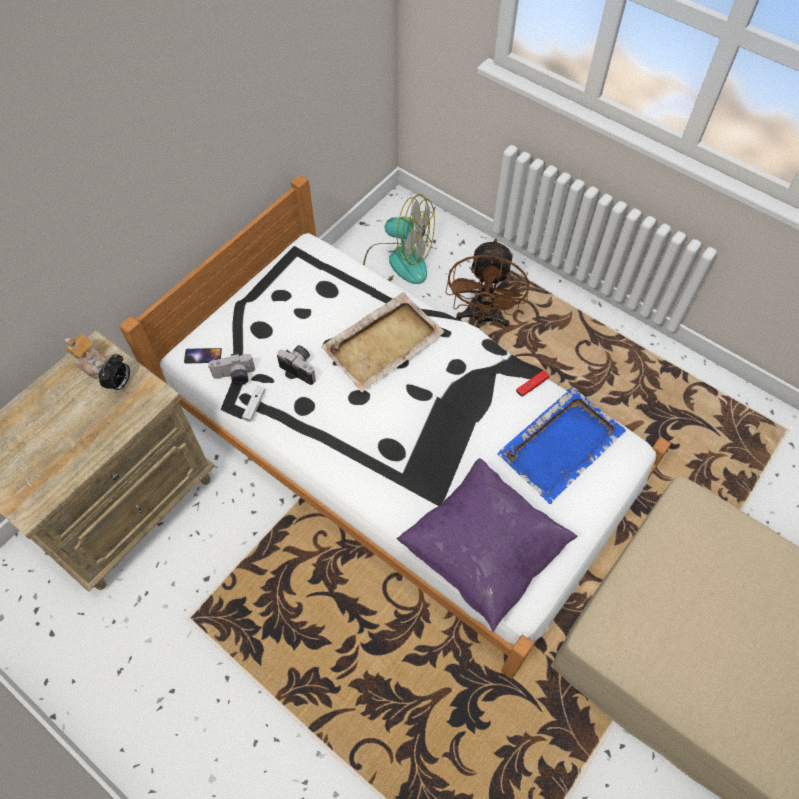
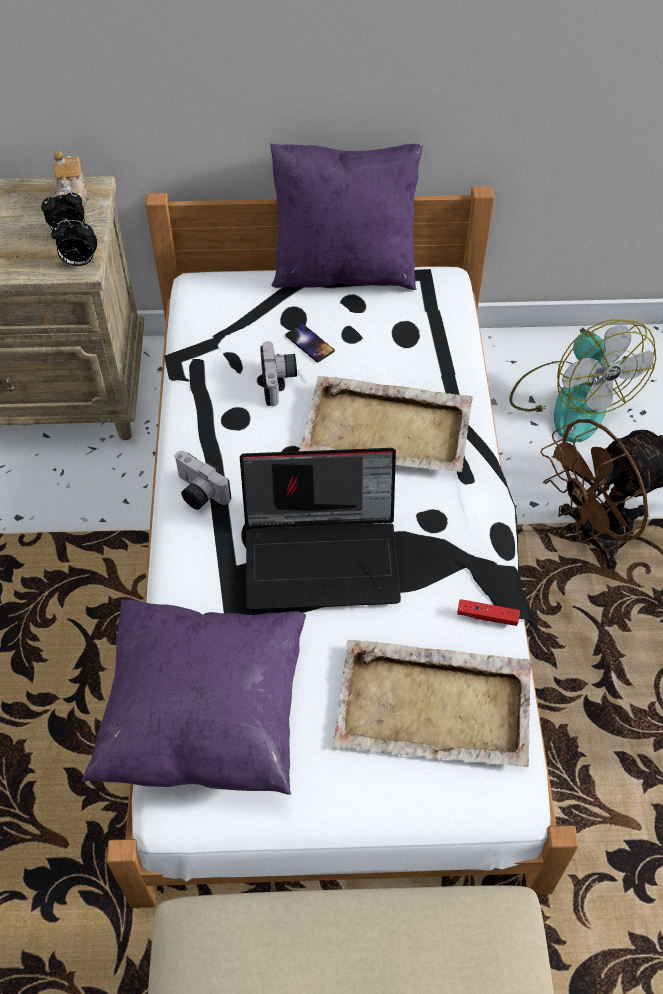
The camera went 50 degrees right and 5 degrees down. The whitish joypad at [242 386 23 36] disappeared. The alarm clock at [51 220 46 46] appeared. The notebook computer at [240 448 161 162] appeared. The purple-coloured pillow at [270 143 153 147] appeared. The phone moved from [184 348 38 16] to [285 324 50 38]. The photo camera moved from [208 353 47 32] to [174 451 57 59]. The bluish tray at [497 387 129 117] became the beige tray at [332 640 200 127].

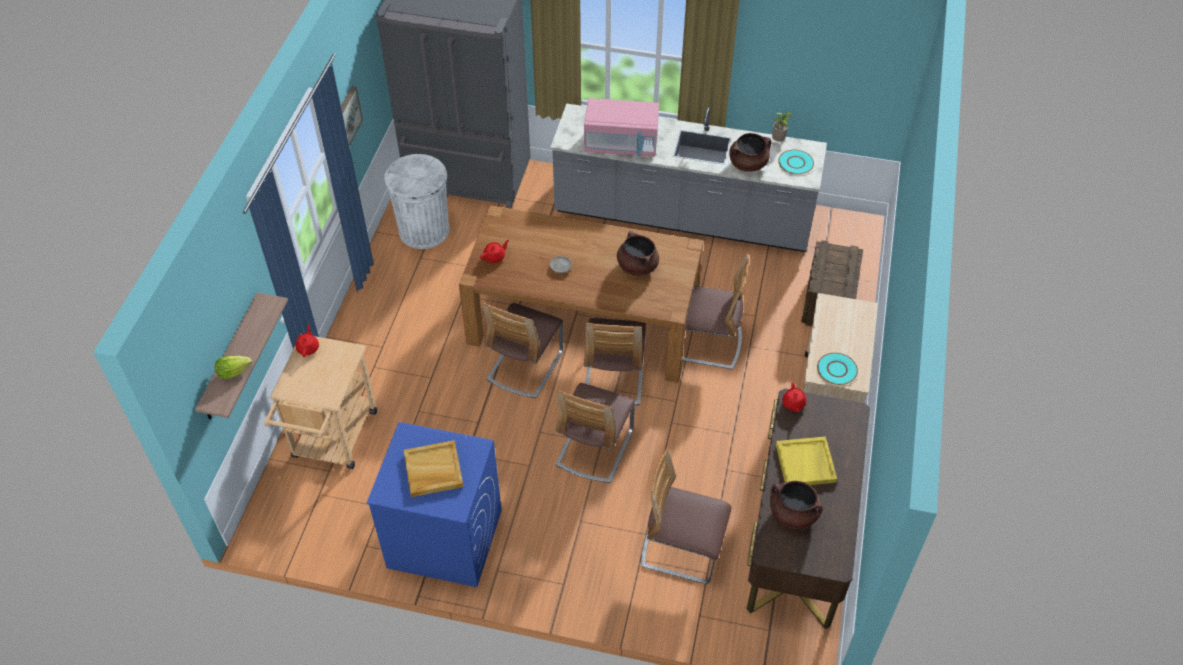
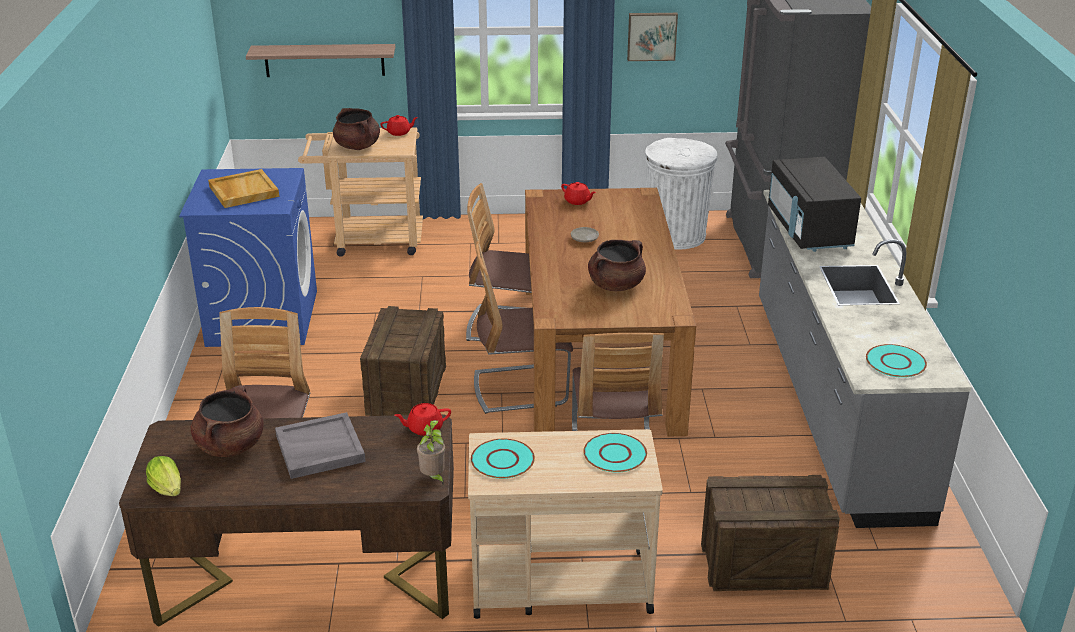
The camera went 75 degrees right and 20 degrees down. The turquoise flat dish at [583 433 64 40] appeared. The lettuce head moved from [215 356 37 23] to [146 456 35 40]. The brown saucepot moved from [729 133 43 39] to [333 108 47 42]. The houseplant moved from [772 112 20 30] to [417 420 28 64]. The upright chair at [555 383 80 100] was replaced by the packing crate at [360 306 86 110]. The pinkish microwave oven at [584 98 75 59] became the black-coloured microwave oven at [768 157 93 95]. The yellow tray at [776 436 61 49] became the grey tray at [275 412 91 67].

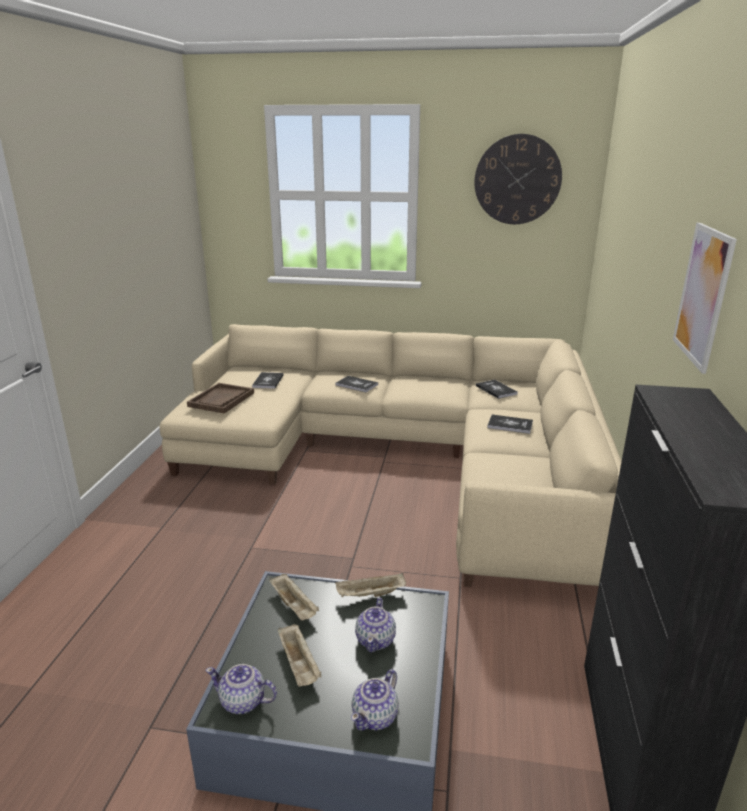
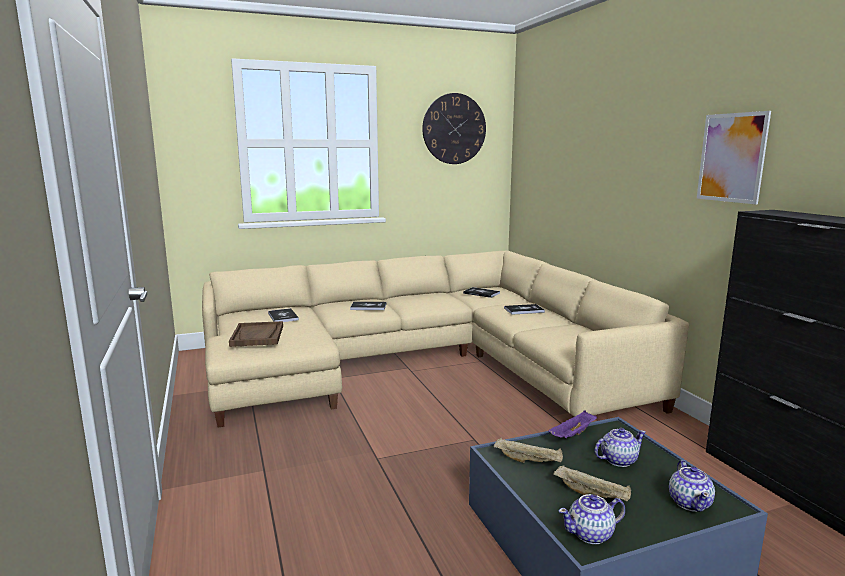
The camera went 30 degrees left and 10 degrees down. The beige tray at [335 573 71 24] became the purple-coloured tray at [548 411 49 27]. The teapot at [355 598 41 54] turned 90 degrees counterclockwise.

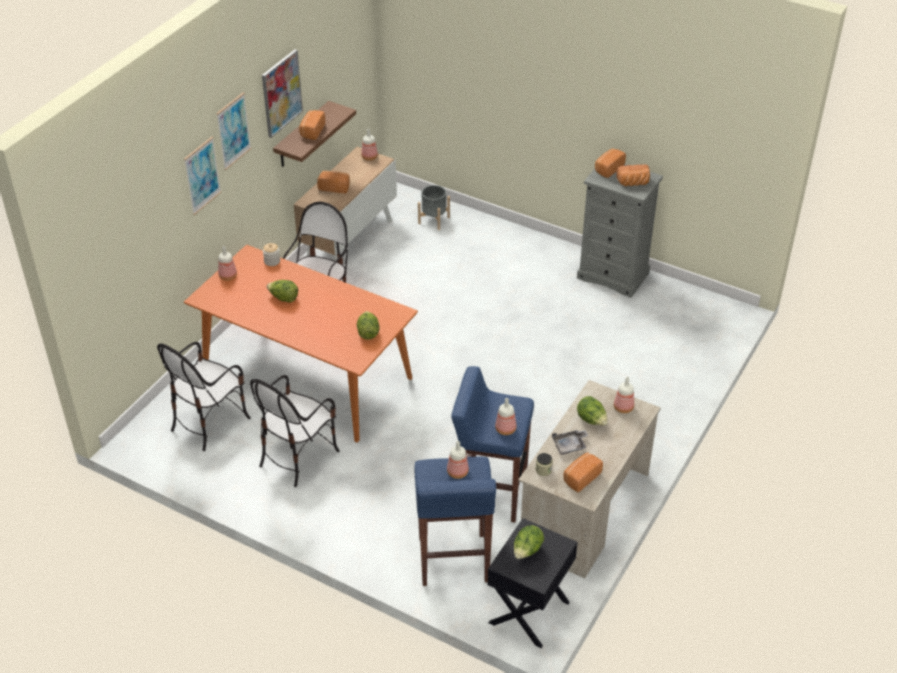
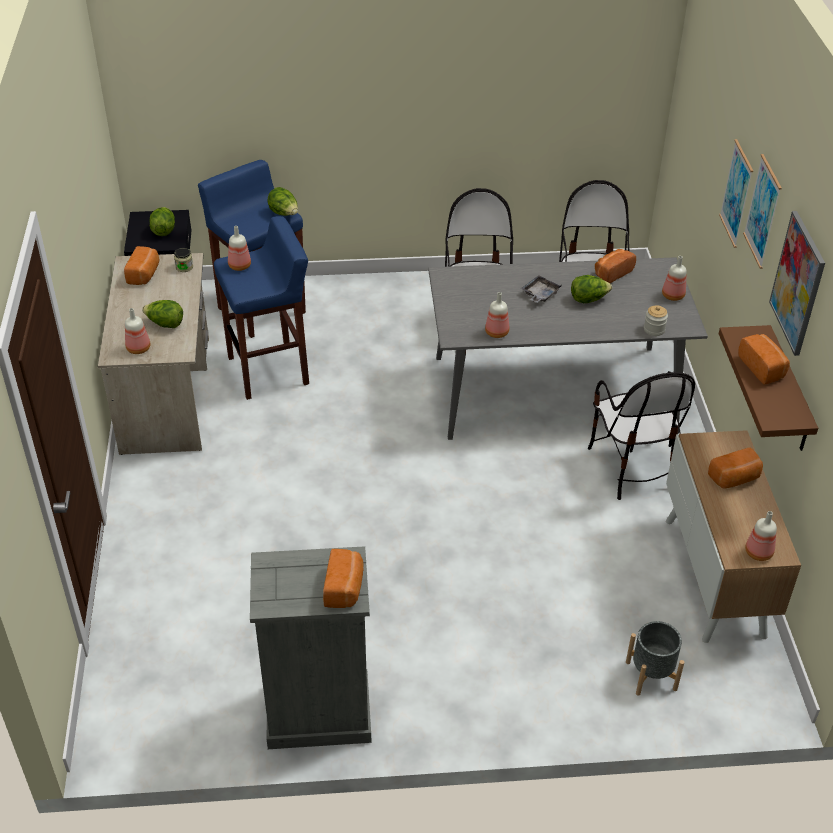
The camera went 145 degrees right and 0 degrees up. The lettuce head moved from [357 311 23 29] to [268 187 30 29]. The beverage bottle moved from [447 441 22 38] to [485 292 24 46]. The grey tray moved from [552 430 36 25] to [521 275 41 28]. The baked bread moved from [616 164 34 22] to [595 249 41 34]. The orange dinner table at [184 245 234 198] became the grey dinner table at [428 257 280 183].

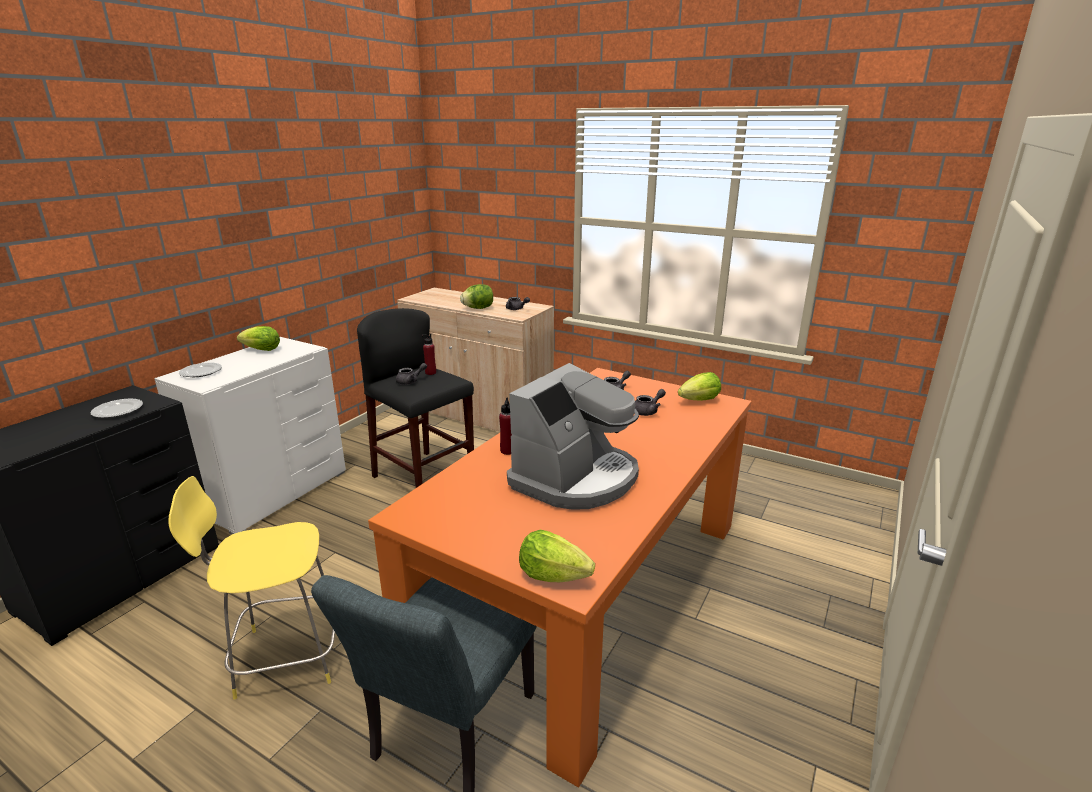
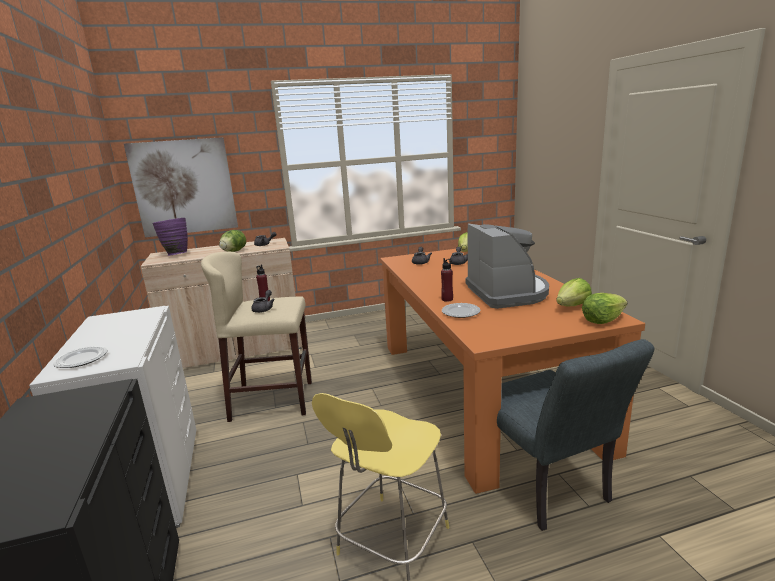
The camera went 45 degrees left and 5 degrees down. The wall art at [124 137 114 100] appeared. The purple-coloured decorative vase at [153 218 35 38] appeared. The flat dish moved from [90 399 53 19] to [442 303 38 15]. The lettuce head moved from [237 326 43 25] to [556 278 36 29]. The black-coloured stool seat at [357 308 117 180] became the beige stool seat at [201 251 111 171].

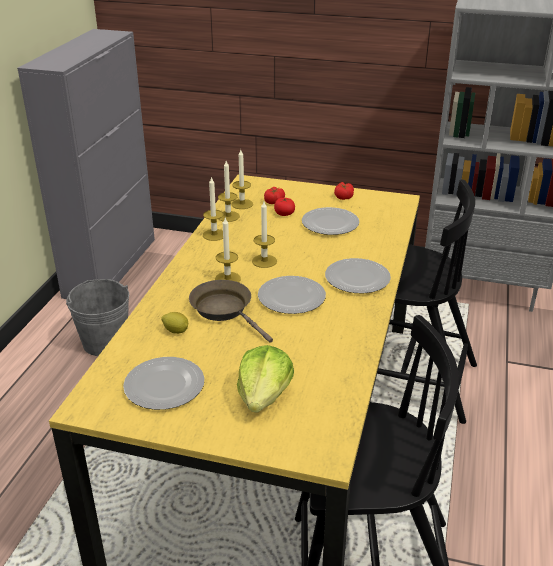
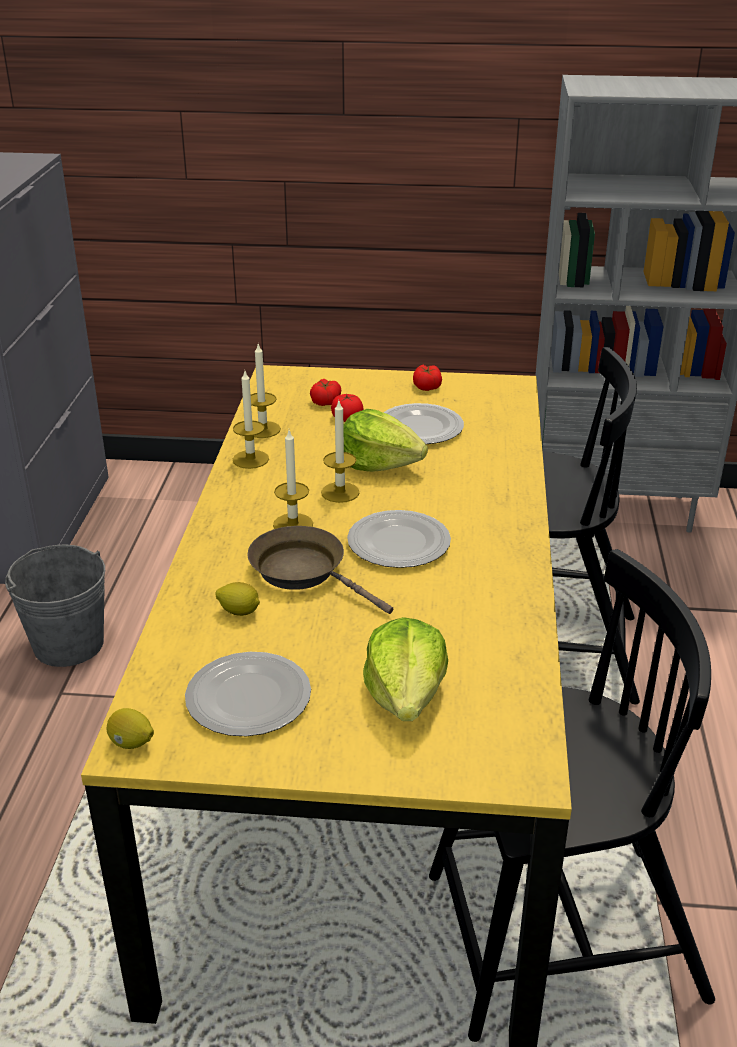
The camera went 10 degrees left and 0 degrees up. The candle at [232 150 21 59] disappeared. The flat dish at [325 258 66 35] disappeared. The lemon at [107 708 47 41] appeared. The lettuce head at [343 409 85 63] appeared.

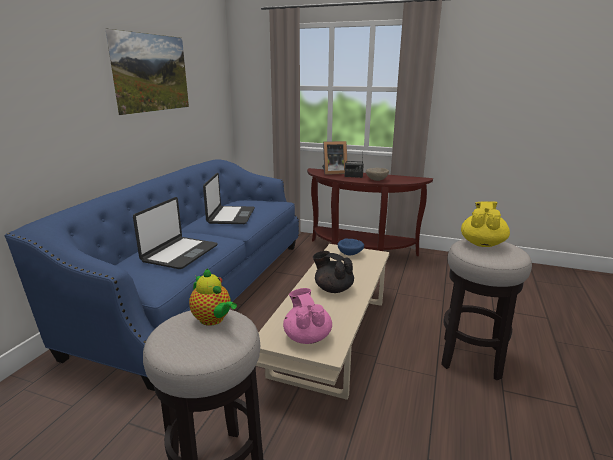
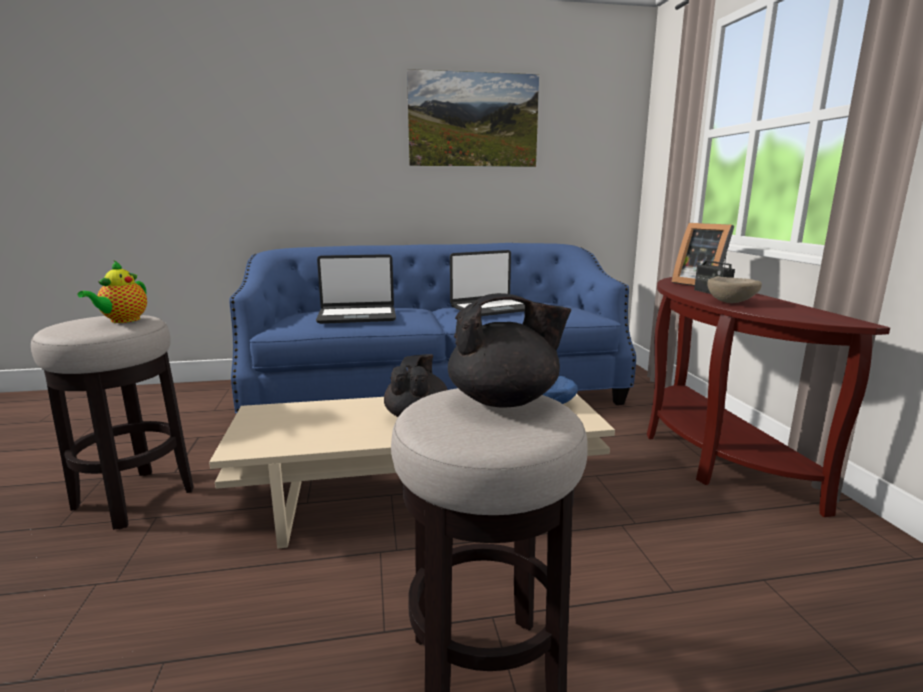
The camera went 60 degrees right and 5 degrees down. The pinkish teapot at [283 288 49 56] disappeared. The yellow teapot at [461 201 49 46] became the black-coloured teapot at [448 293 123 115].

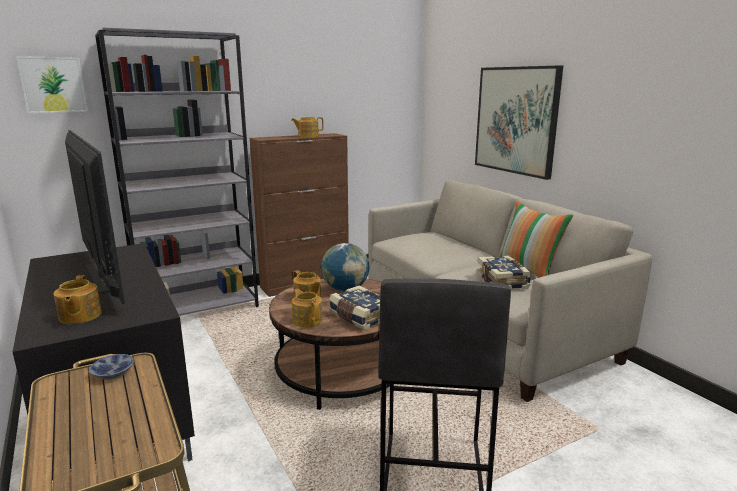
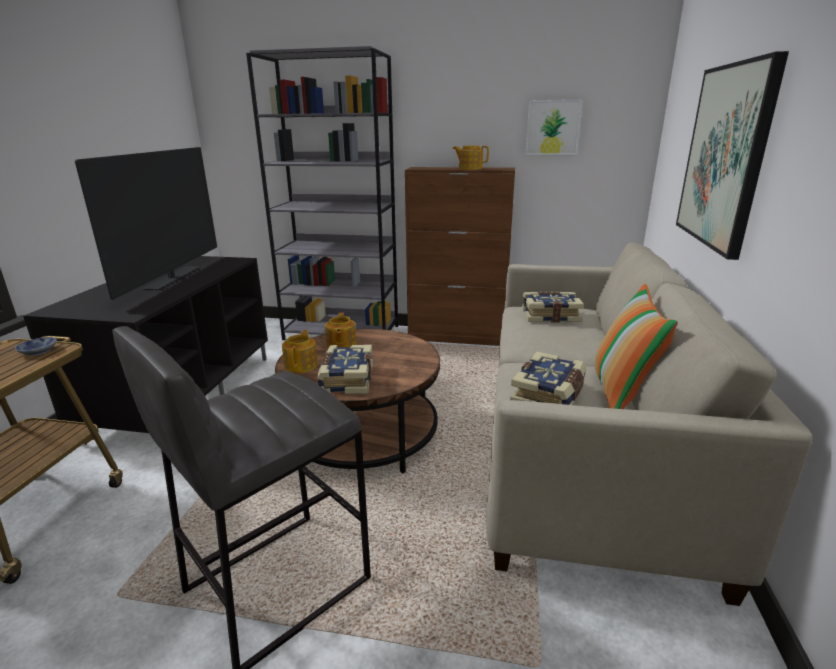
The camera went 40 degrees right and 5 degrees up. The teapot at [53 275 49 49] disappeared. The desk globe at [321 243 48 48] disappeared. The book at [522 292 62 31] appeared. The wall art moved from [16 56 72 57] to [526 100 57 55].

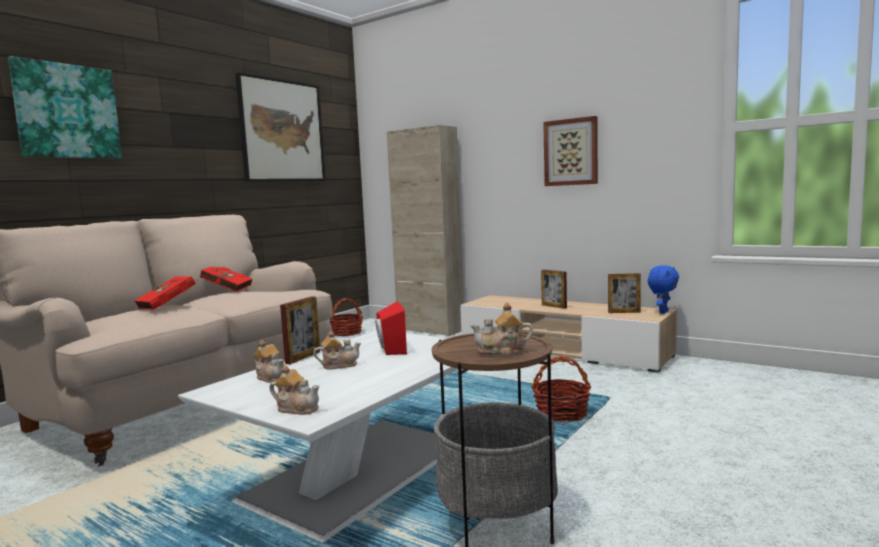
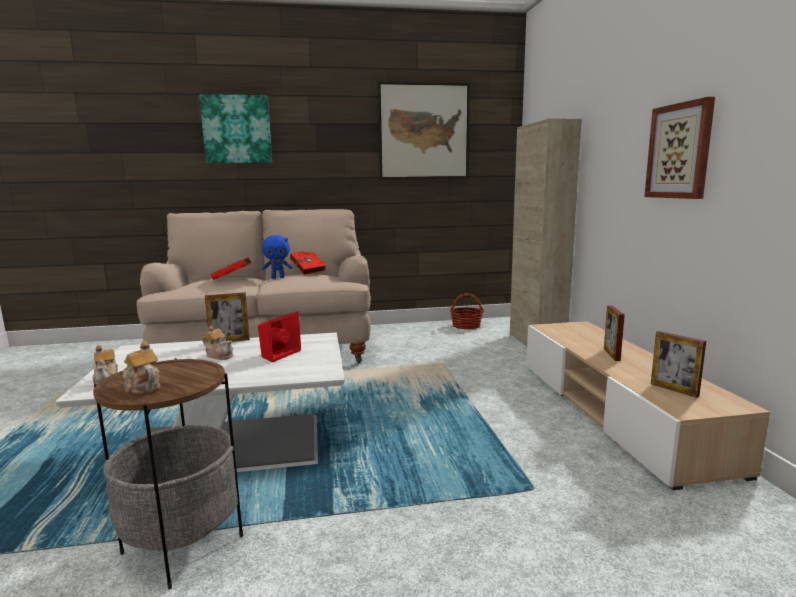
The camera went 45 degrees right and 5 degrees up. The teapot at [253 340 32 43] disappeared. The household basket at [531 356 60 67] disappeared. The bluish plush toy moved from [648 265 31 49] to [262 235 31 43].

